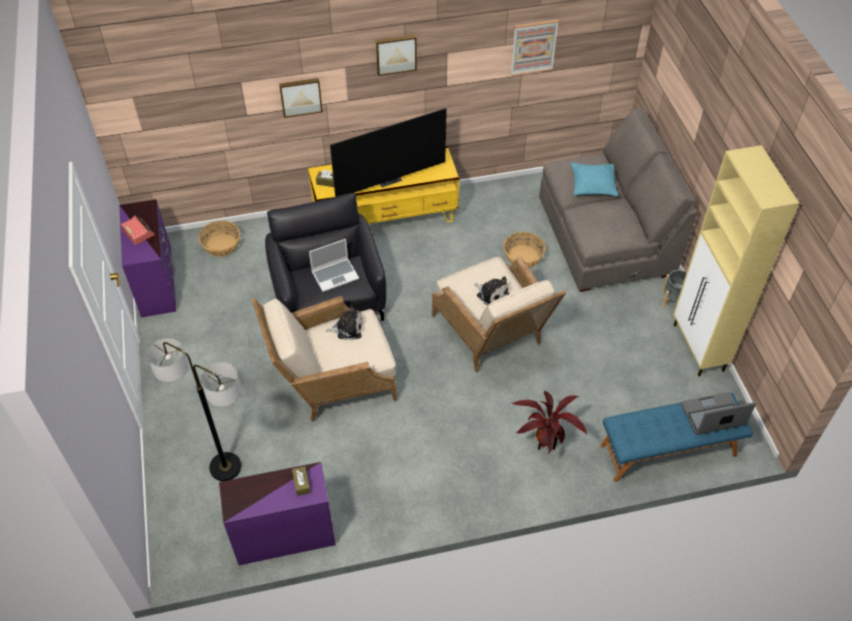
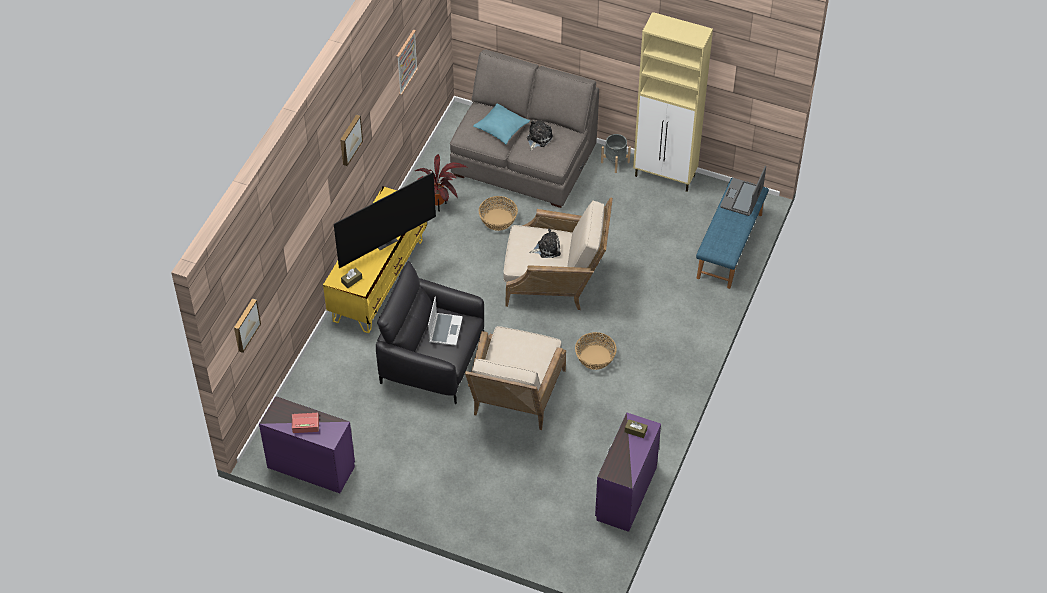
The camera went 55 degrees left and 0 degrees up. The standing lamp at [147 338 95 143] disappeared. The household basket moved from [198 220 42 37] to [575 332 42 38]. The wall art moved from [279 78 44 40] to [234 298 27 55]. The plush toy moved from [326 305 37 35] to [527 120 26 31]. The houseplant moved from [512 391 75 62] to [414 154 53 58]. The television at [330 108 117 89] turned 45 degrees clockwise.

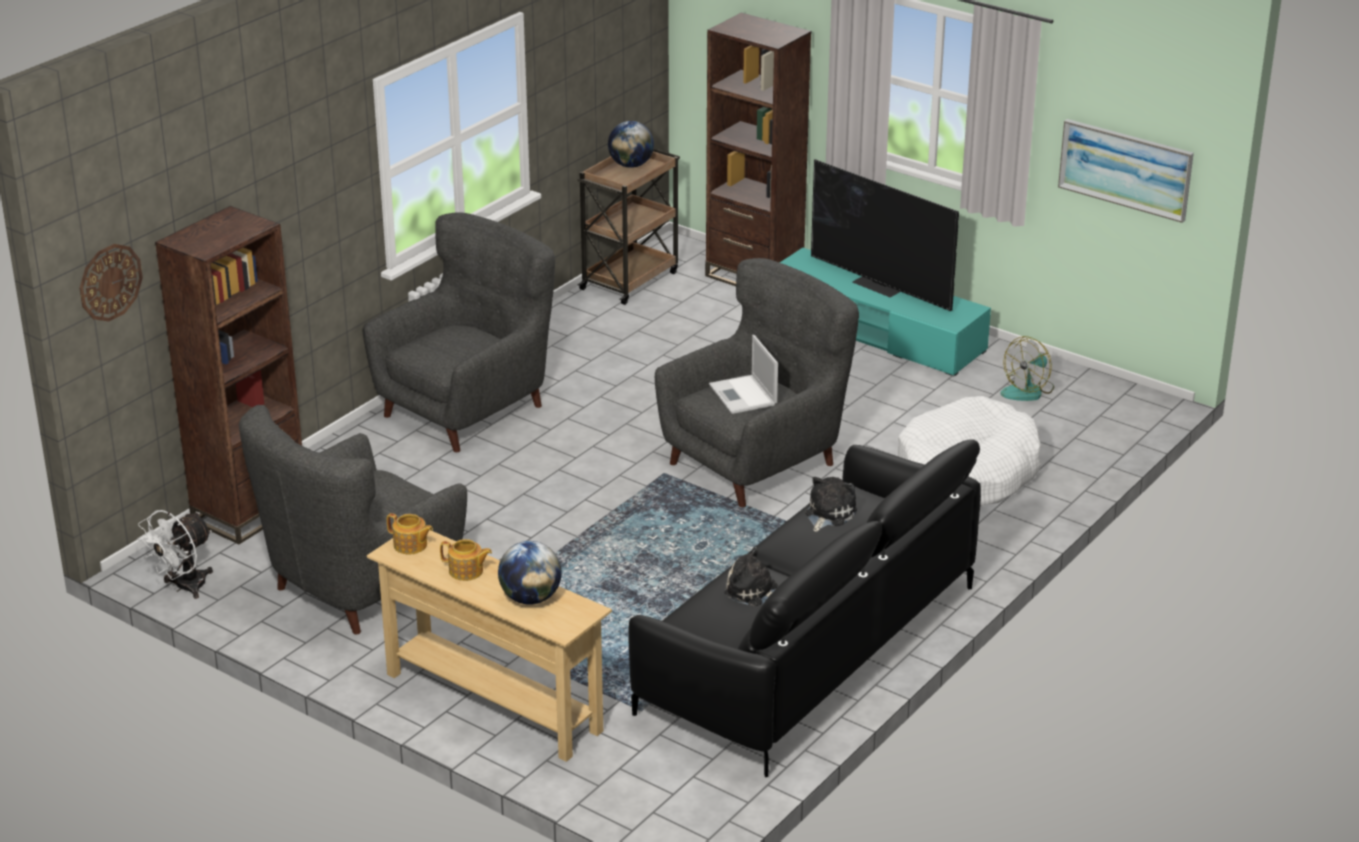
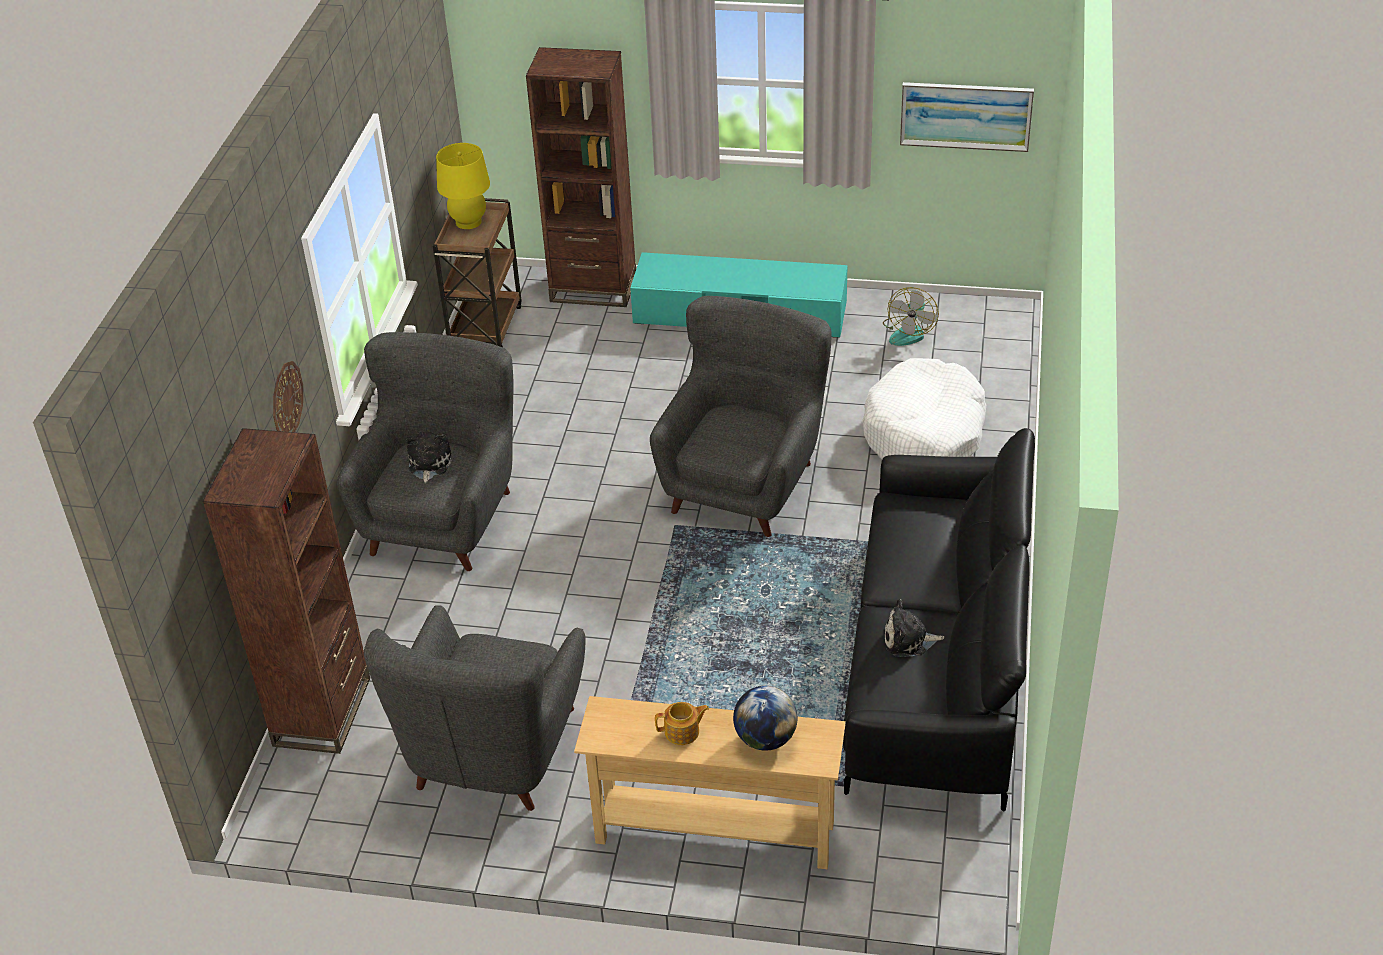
The camera went 25 degrees left and 10 degrees up. The whitish fan at [137 510 76 89] disappeared. The teapot at [387 513 46 41] disappeared. The notebook computer at [709 335 69 79] disappeared. The television at [811 159 148 152] disappeared. The wall clock moved from [80 244 63 78] to [273 361 30 71]. The plush toy moved from [805 477 52 55] to [406 432 45 51]. The desk globe at [608 121 46 47] was replaced by the yellow table lamp at [436 143 54 86].

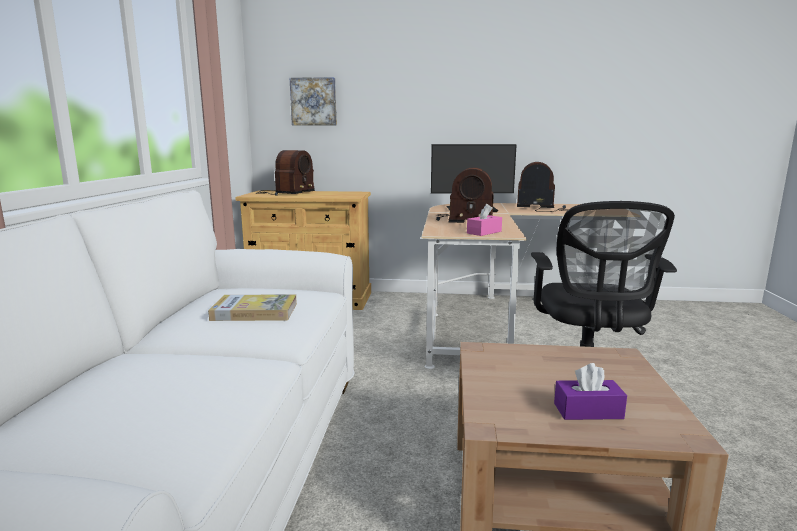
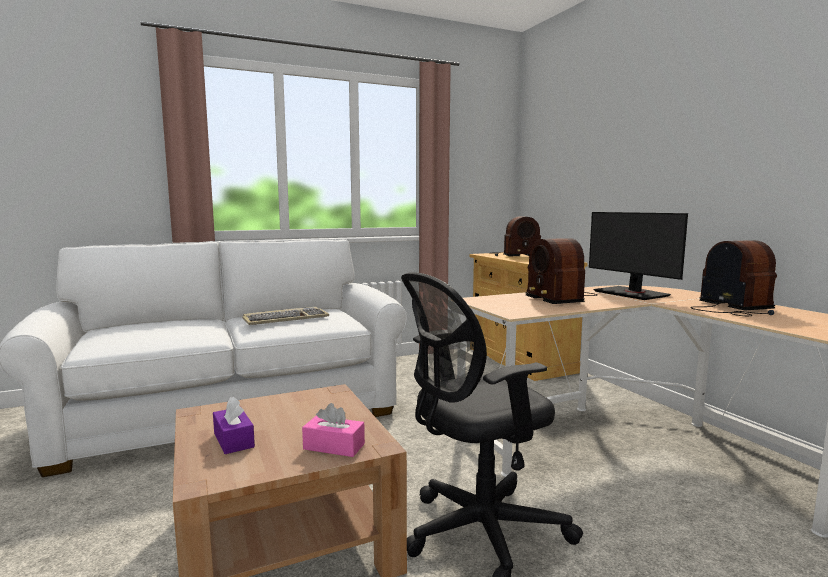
The camera went 60 degrees right and 5 degrees down. The wall art at [290 77 47 48] disappeared. The pinkish box of tissues moved from [467 204 35 32] to [302 403 63 54]. The book at [208 294 89 27] was replaced by the keyboard at [242 307 87 18].

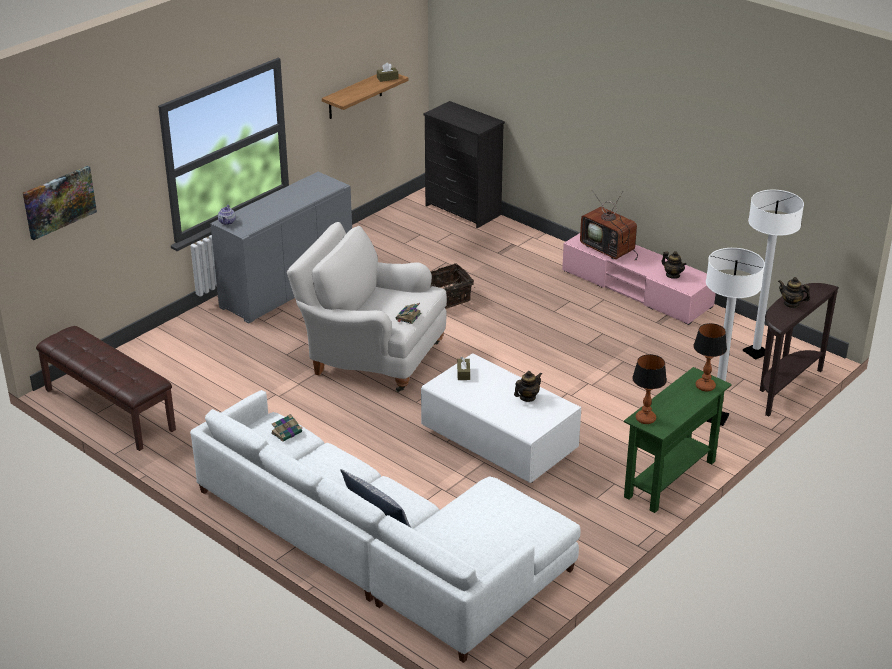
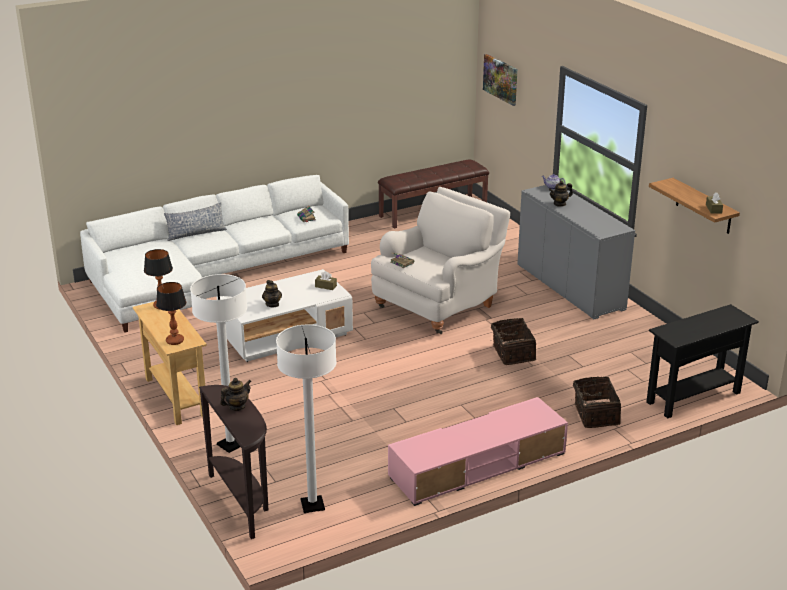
The camera went 110 degrees right and 5 degrees down. The television at [580 191 58 69] disappeared. The household basket at [573 377 48 51] appeared. The teapot moved from [662 251 25 28] to [549 181 24 26]. The black-coloured chest of drawers at [423 101 82 127] was replaced by the black-coloured narrow table at [646 304 113 114]. The green-coloured narrow table at [624 367 108 146] became the beige narrow table at [133 302 74 123].

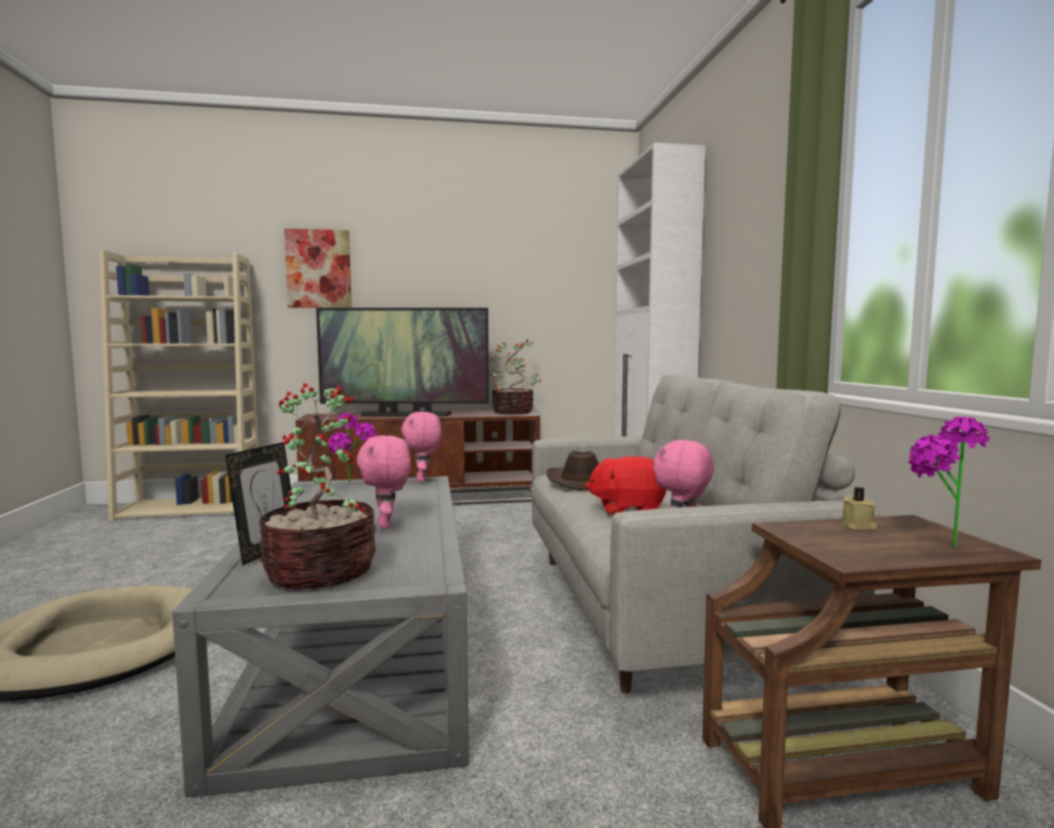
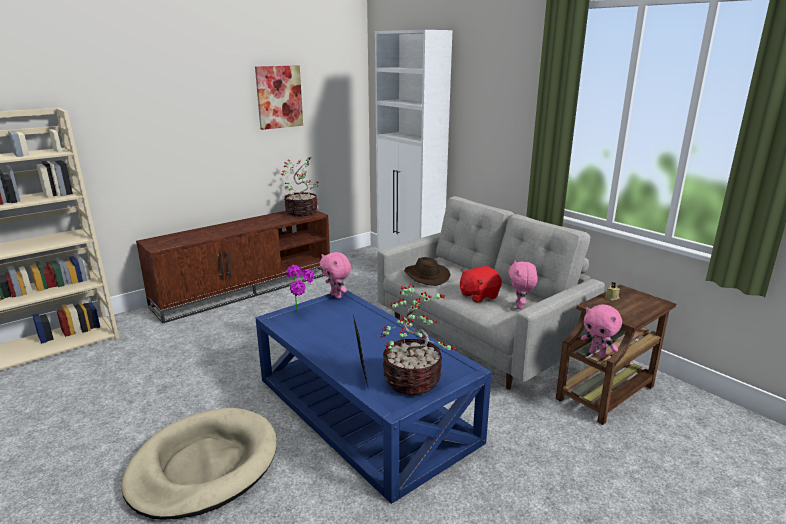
The camera went 30 degrees left and 15 degrees up. The television at [316 308 173 108] disappeared. The houseplant at [909 417 80 130] disappeared. The wall art moved from [284 228 68 80] to [255 65 48 65]. The pinkish plush toy moved from [357 435 54 94] to [581 304 41 54]. The grey coffee table at [172 476 297 322] became the bluish coffee table at [256 290 236 214].

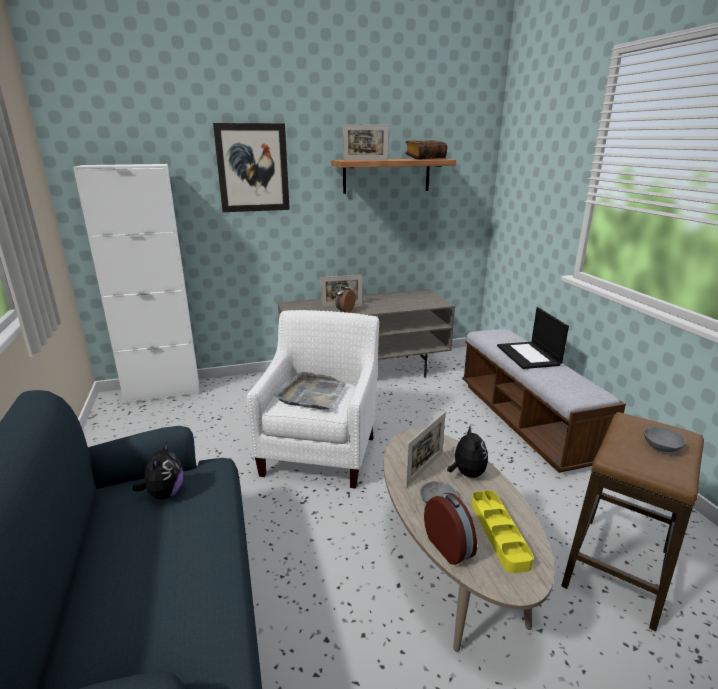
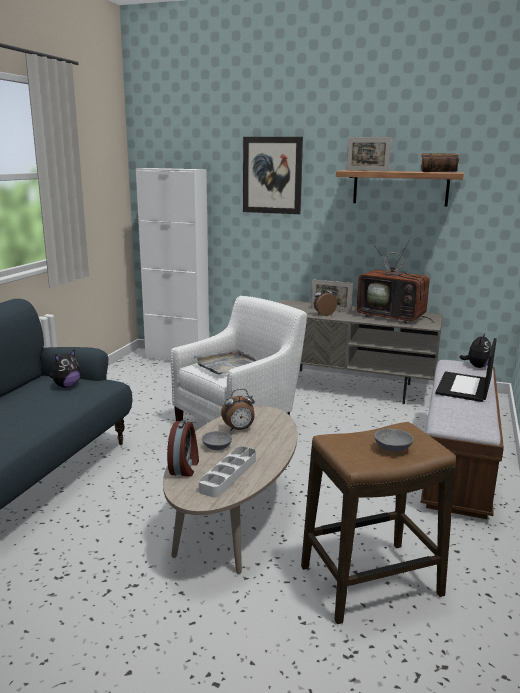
The camera went 35 degrees right and 5 degrees down. The television at [357 237 78 87] appeared. The plush toy moved from [447 425 41 53] to [459 332 33 36]. The picture frame at [406 412 40 76] was replaced by the alarm clock at [221 389 34 42]. The yellow tray at [472 490 62 83] became the grey tray at [199 446 57 51].

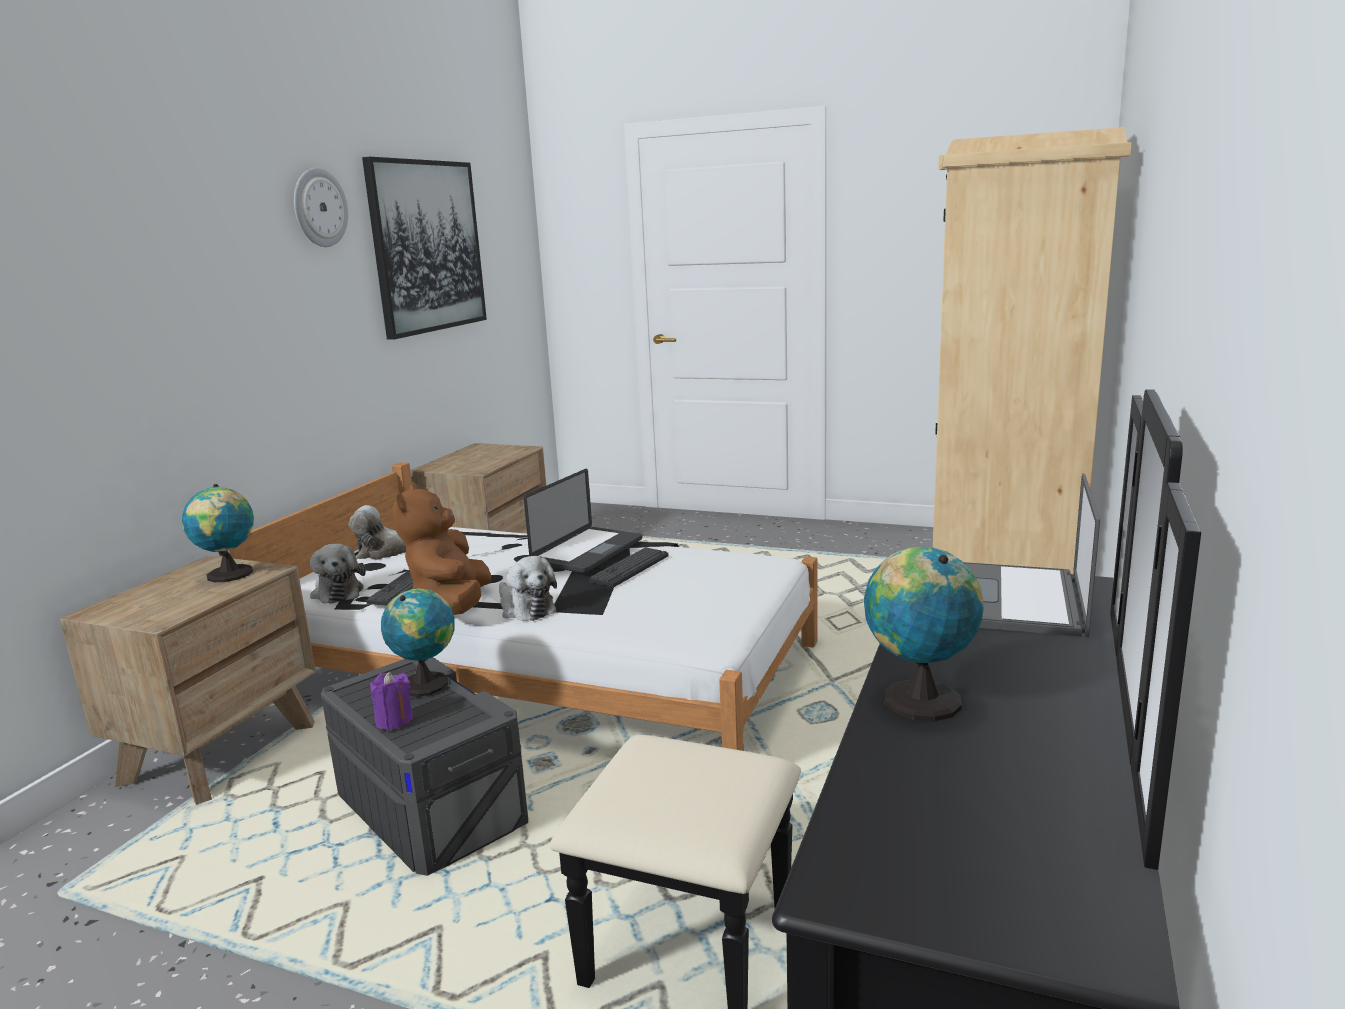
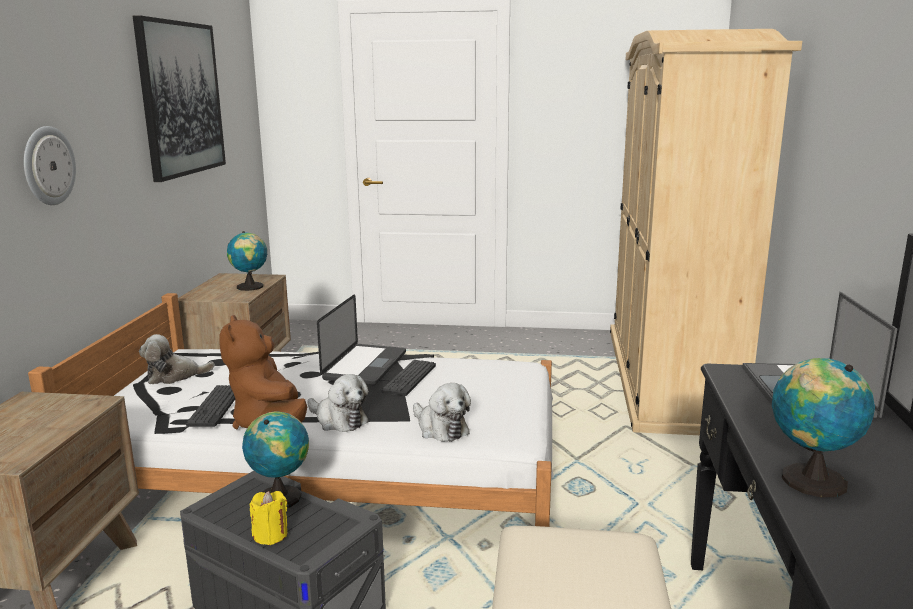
The camera went 15 degrees left and 0 degrees up. The desk globe moved from [182 484 72 98] to [227 231 40 60]. The wall clock moved from [294 168 54 79] to [24 126 52 79]. The plush toy moved from [310 544 56 60] to [413 383 58 59]. The purple-coloured candle at [370 672 43 58] became the yellow candle at [250 491 37 54].

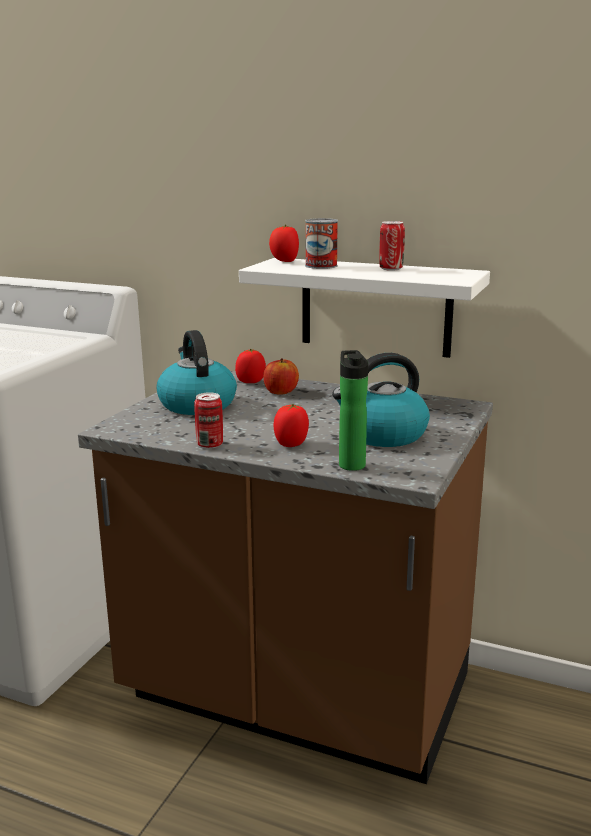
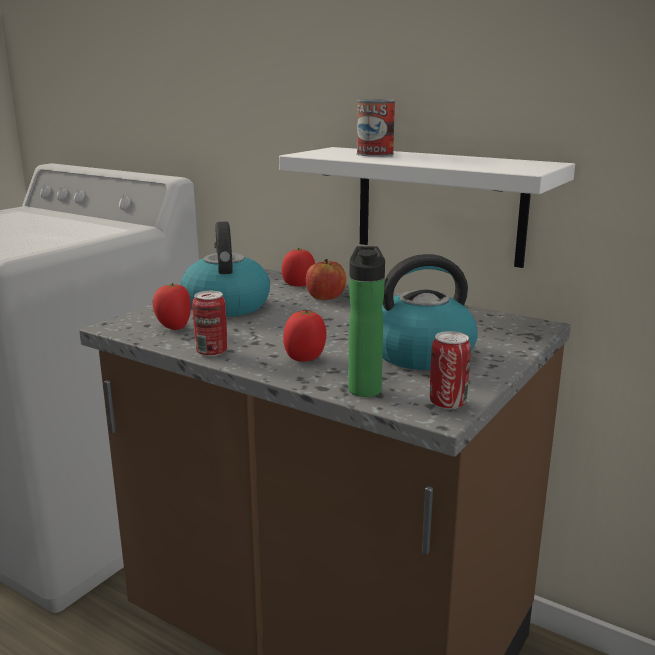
The camera went 10 degrees right and 0 degrees up. The whole tomato moved from [269 225 30 37] to [153 283 38 47]. The metal can moved from [379 221 26 50] to [430 331 41 79].

